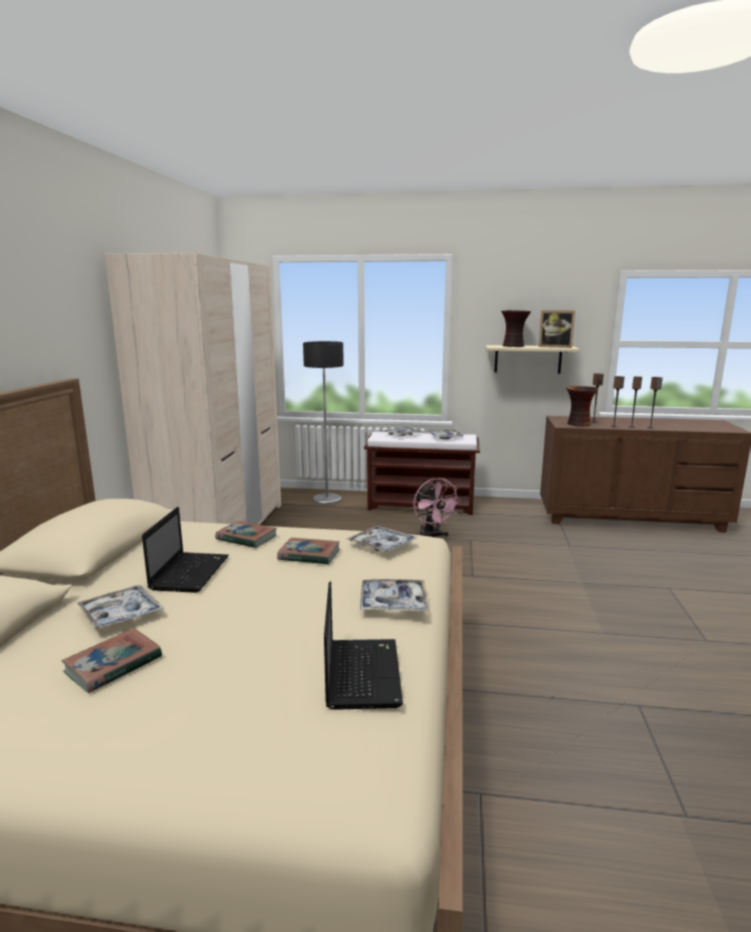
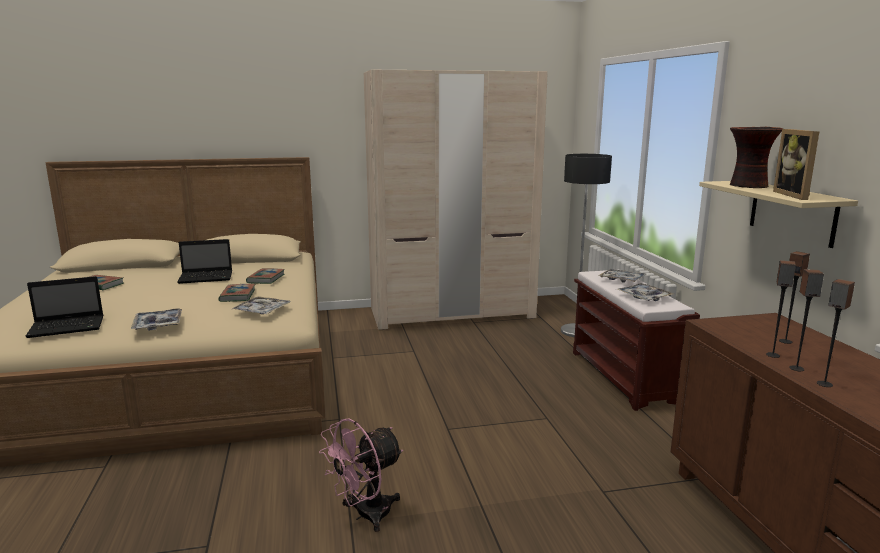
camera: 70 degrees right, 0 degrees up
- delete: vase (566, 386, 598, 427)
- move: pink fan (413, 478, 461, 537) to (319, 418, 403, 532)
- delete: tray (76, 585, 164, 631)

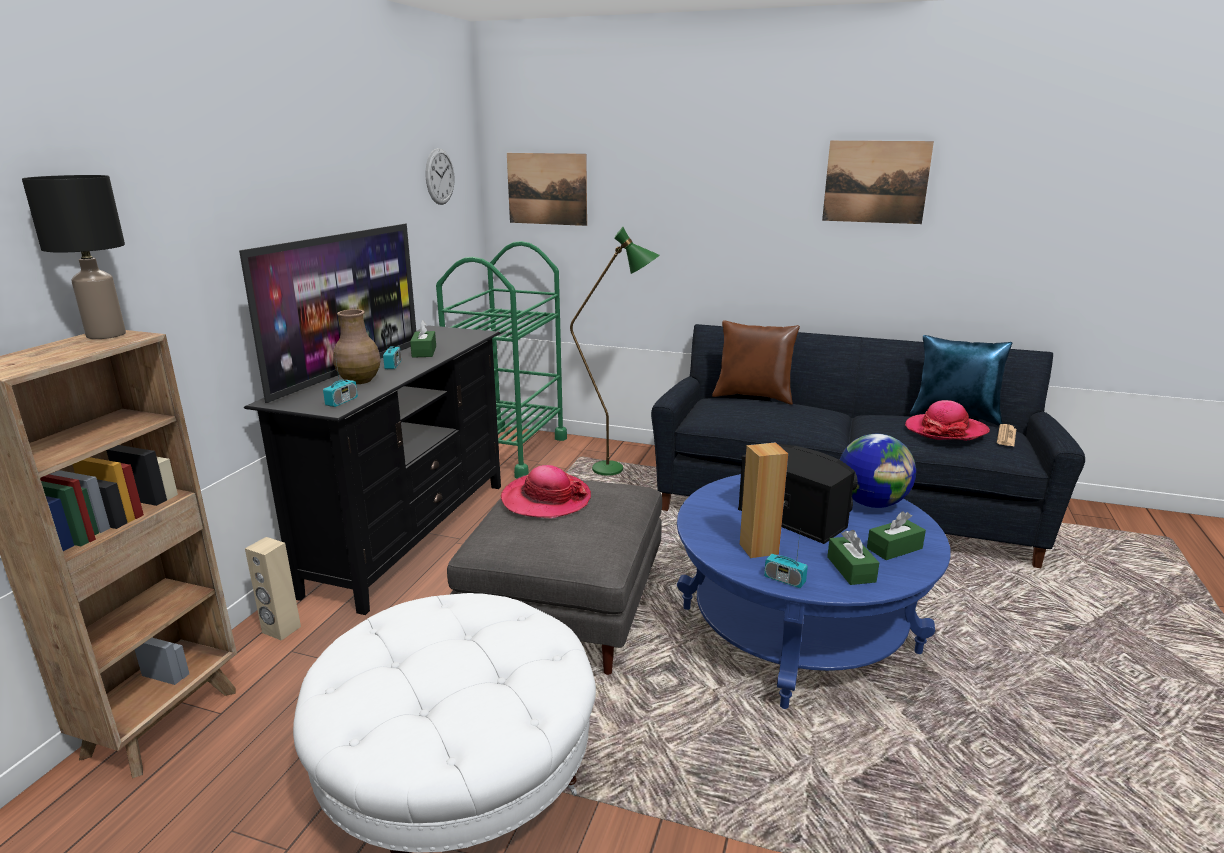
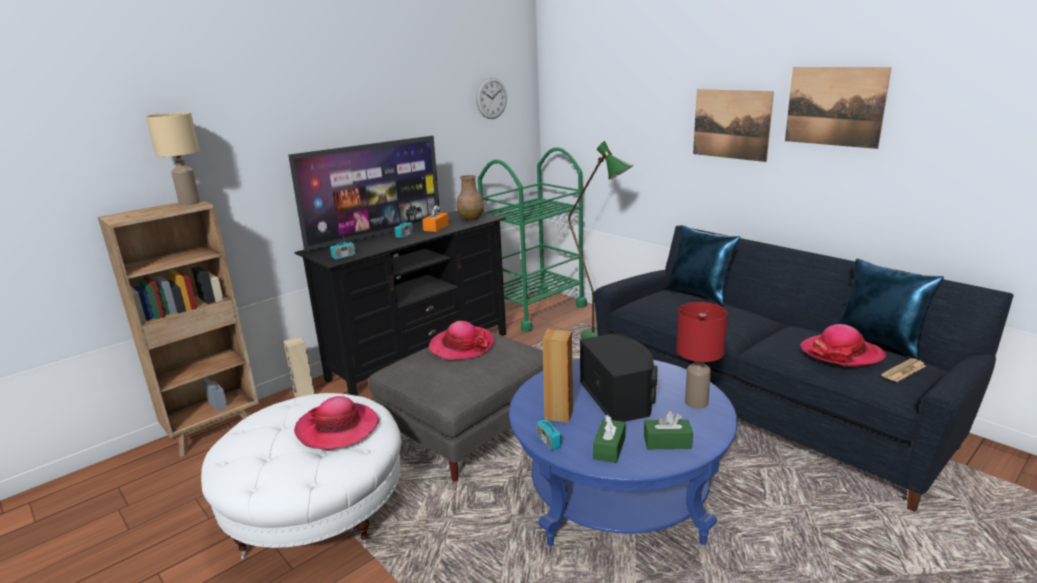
camera: 30 degrees right, 0 degrees up
- move: picture (507, 153, 587, 226) to (693, 89, 774, 162)
- recolor: black table lamp (22, 175, 126, 339) to beige table lamp (146, 112, 200, 205)
- move: brown vase (333, 309, 381, 384) to (457, 175, 484, 221)
- recolor: green tissue box (410, 320, 436, 358) to orange tissue box (422, 205, 449, 232)
- recolor: brown pillow (712, 320, 800, 405) to blue pillow (663, 225, 740, 306)
- replace: globe (840, 434, 916, 508) to red table lamp (676, 302, 728, 409)
- insert: hat (294, 396, 379, 450)

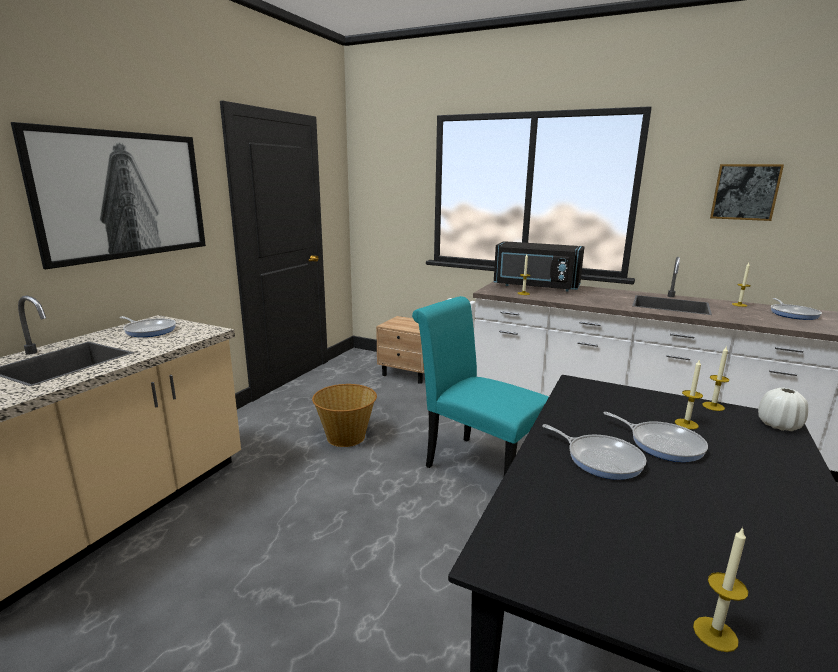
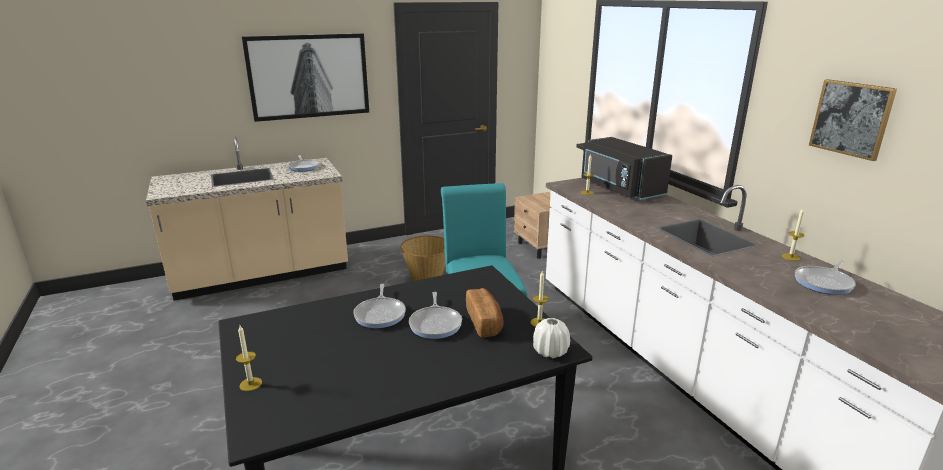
camera: 40 degrees right, 5 degrees up
- replace: candle (675, 359, 703, 429) to bread (466, 288, 504, 337)

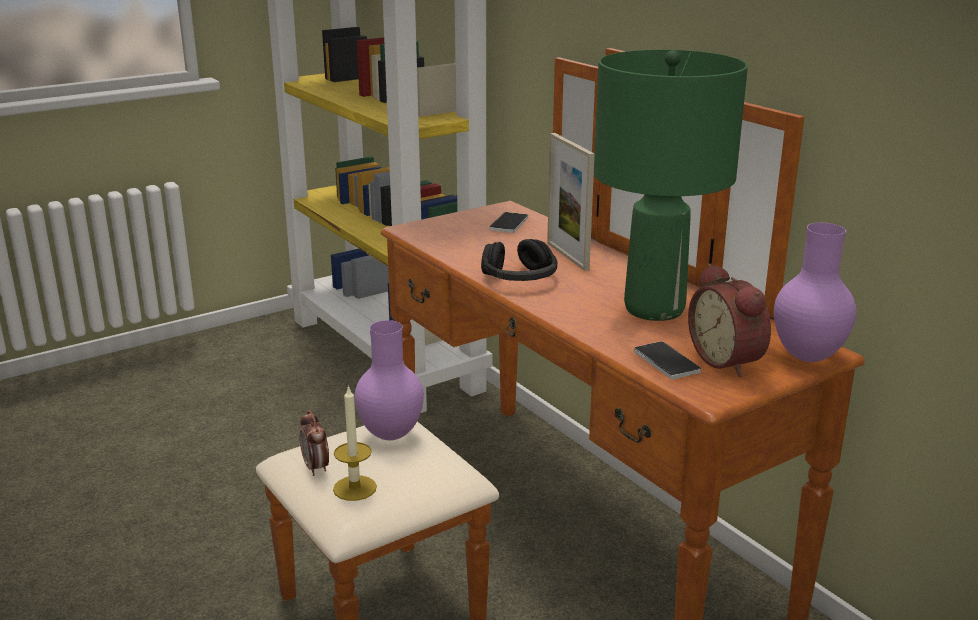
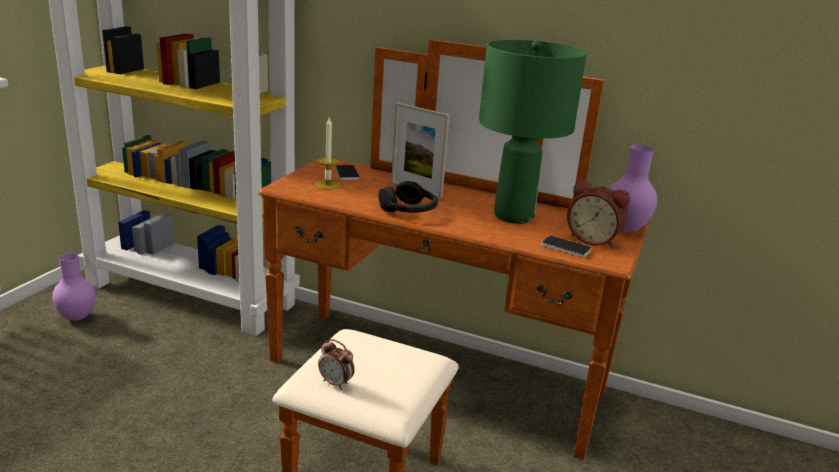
camera: 35 degrees left, 0 degrees up
- move: purple vase (355, 320, 424, 440) to (52, 253, 95, 321)
- move: candle (333, 385, 377, 501) to (315, 118, 341, 190)

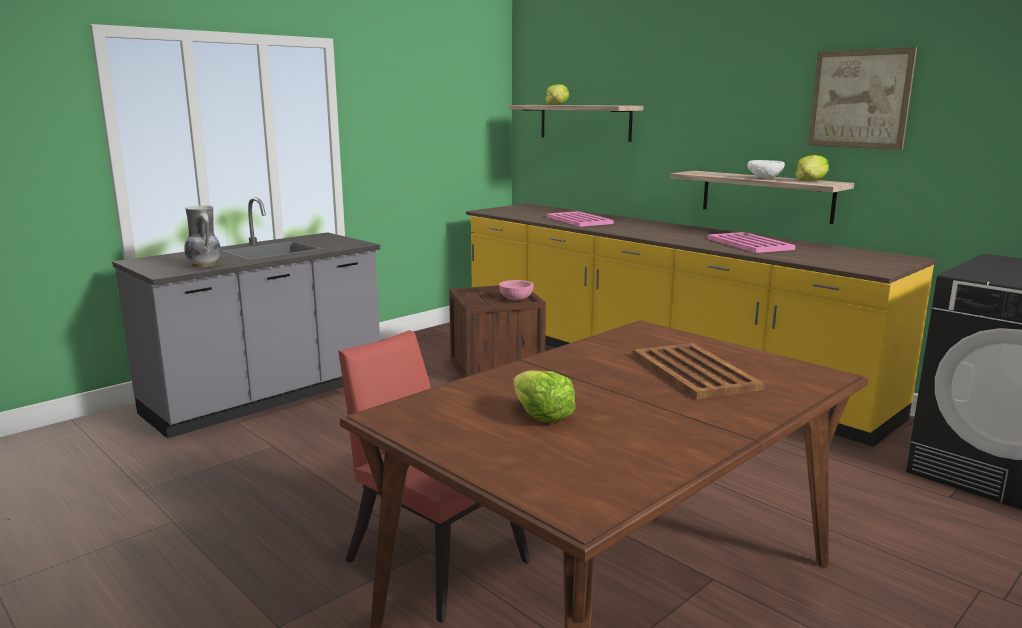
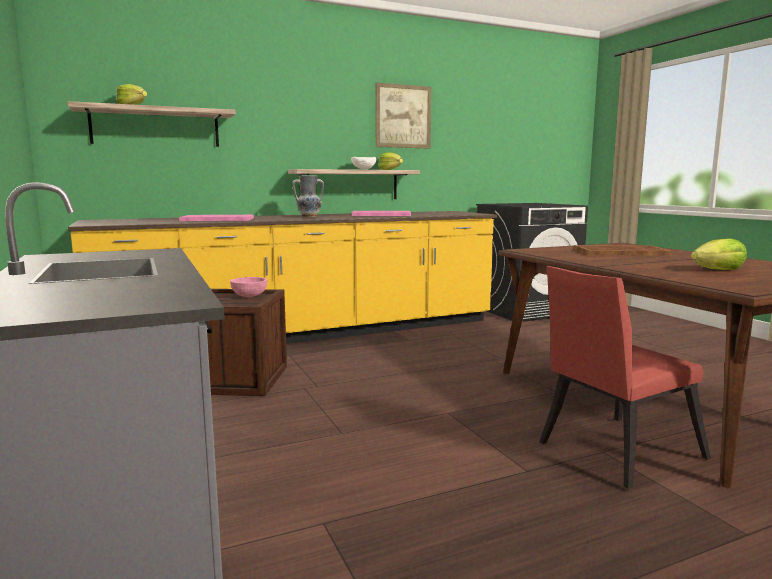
camera: 70 degrees left, 5 degrees down
- move: vase (184, 205, 221, 268) to (292, 175, 324, 217)

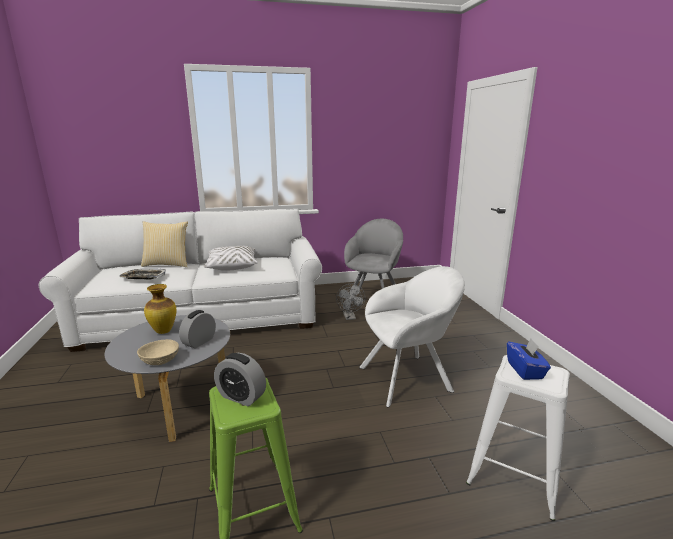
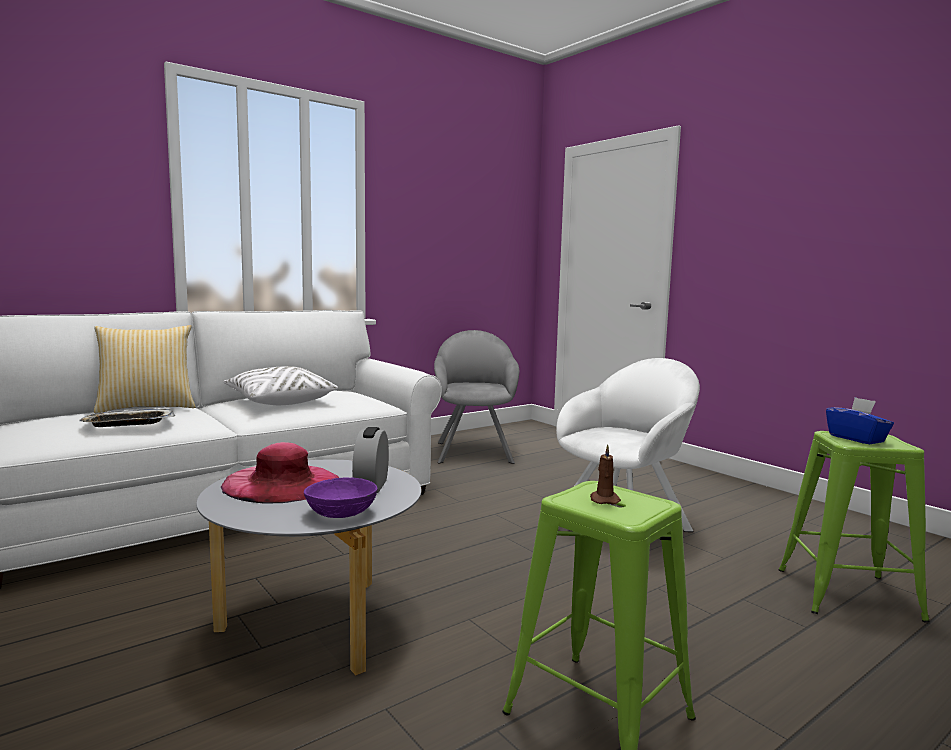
camera: 25 degrees left, 10 degrees down
- delete: grey fan (336, 283, 365, 320)
- replace: vase (144, 284, 177, 334) to pink hat (221, 442, 339, 504)
- recolor: beige bowl (137, 339, 179, 365) to purple bowl (304, 477, 378, 518)
- replace: alarm clock (214, 353, 266, 406) to brown candle (590, 445, 621, 505)
- recolor: white stool (466, 355, 570, 521) to green stool (778, 431, 930, 622)

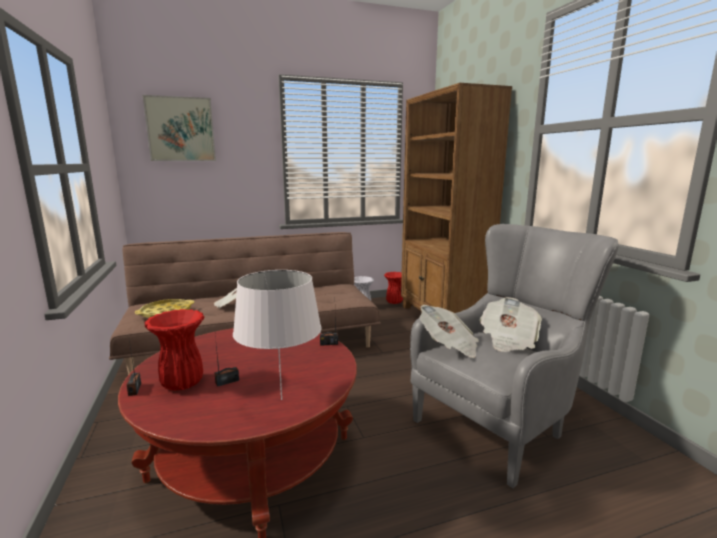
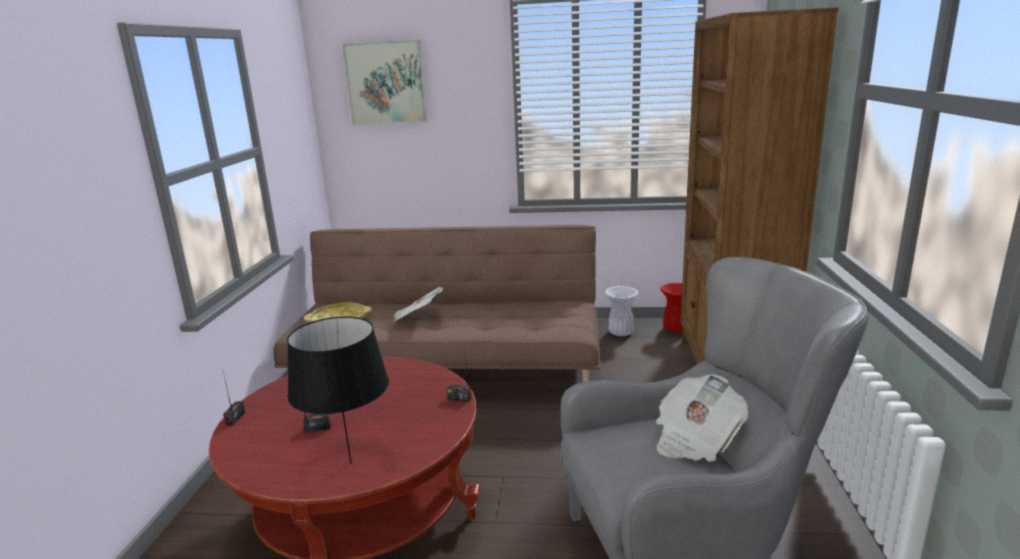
camera: 25 degrees right, 5 degrees up
- recolor: white table lamp (233, 270, 321, 400) to black table lamp (287, 316, 389, 463)
- delete: newspaper (419, 305, 479, 358)
- delete: red vase (145, 309, 204, 391)

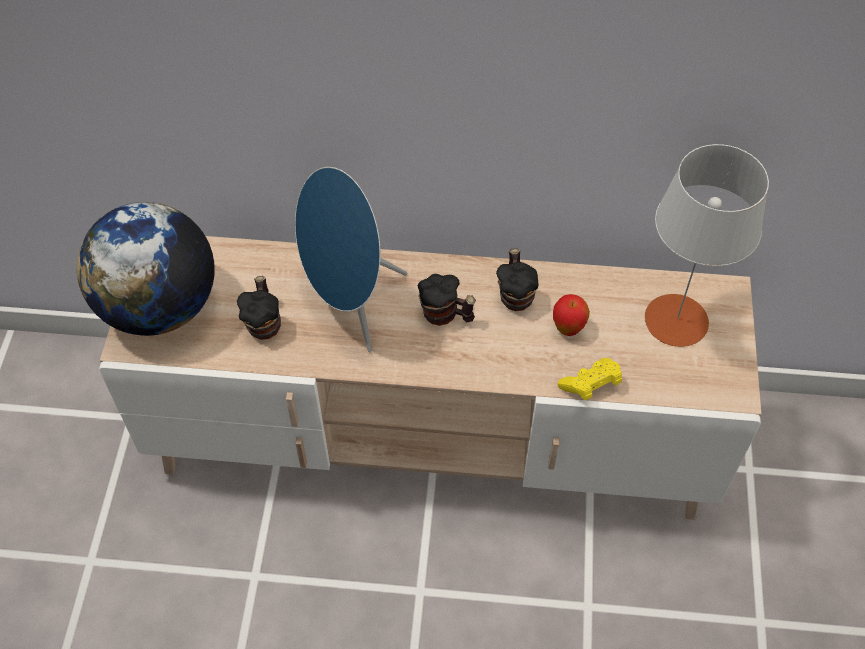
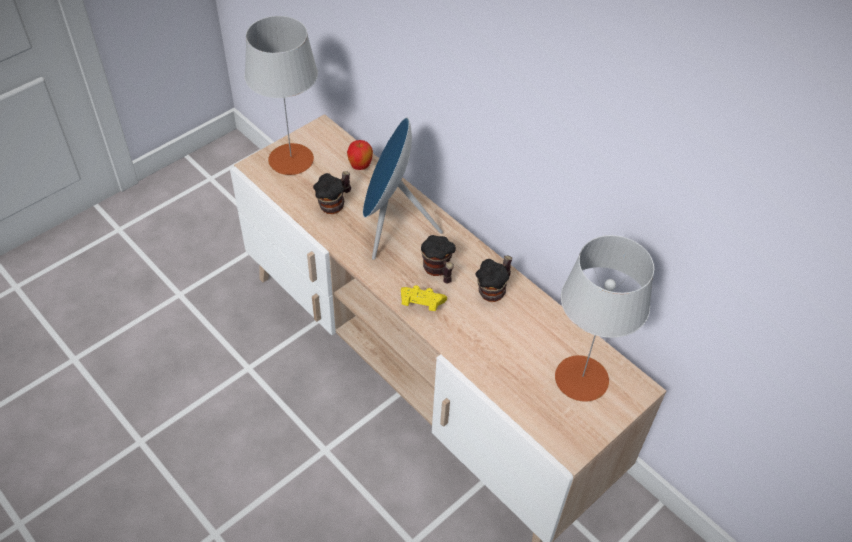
camera: 40 degrees right, 5 degrees down
- replace: globe (77, 202, 215, 336) to grey table lamp (245, 16, 318, 175)
- move: apple (553, 294, 590, 336) to (347, 140, 373, 170)
- move: yellow game controller (557, 358, 622, 400) to (401, 285, 447, 311)

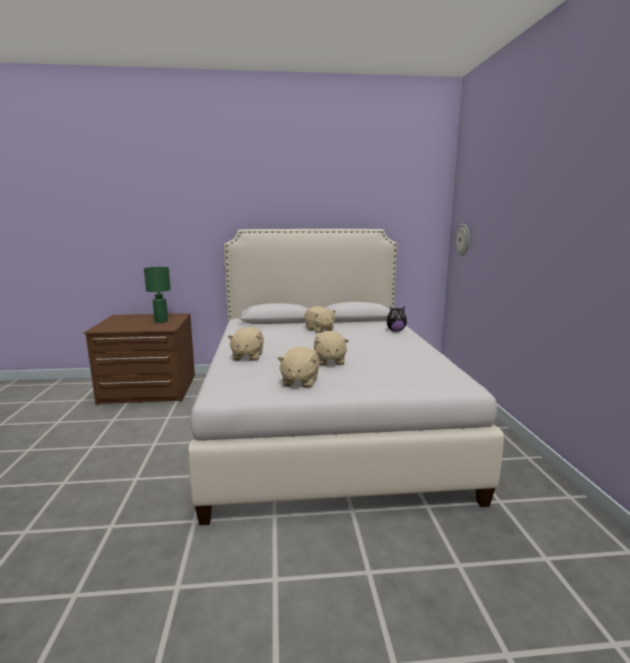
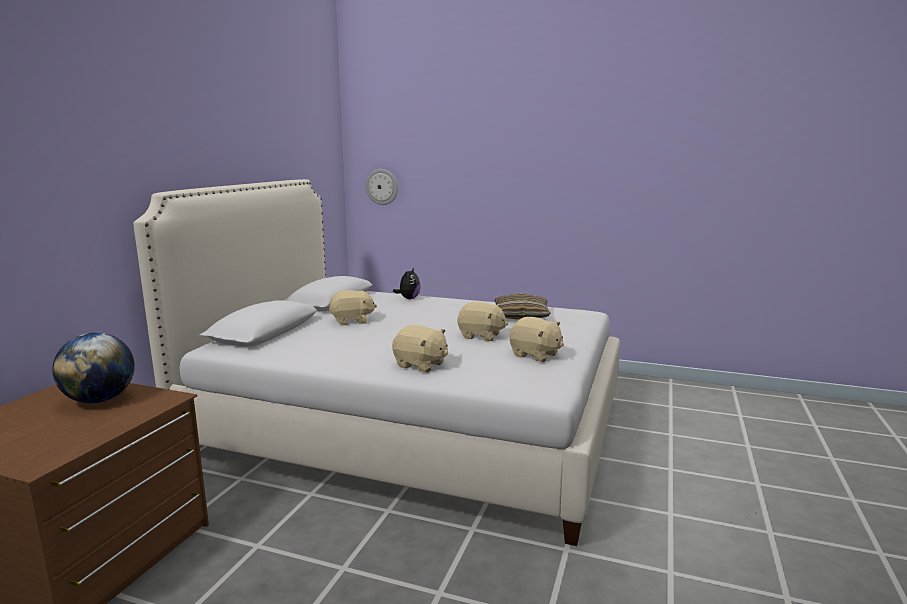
camera: 65 degrees left, 0 degrees up
- replace: green table lamp (144, 267, 171, 323) to globe (52, 332, 135, 403)
- insert: pillow (494, 293, 551, 320)

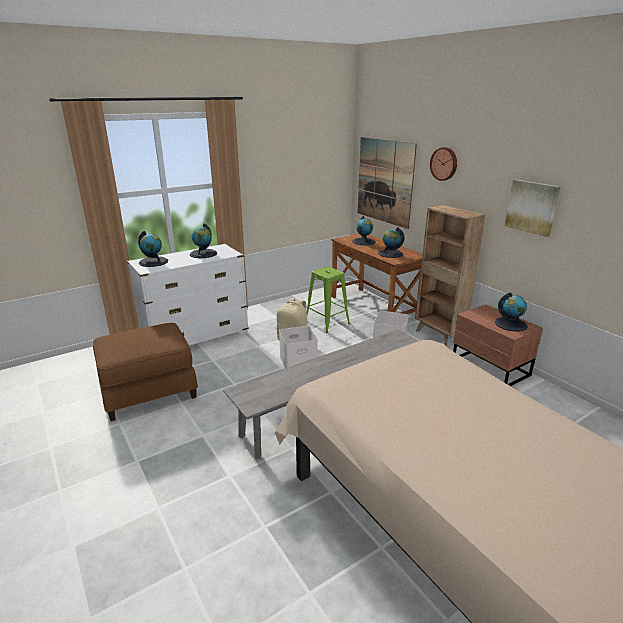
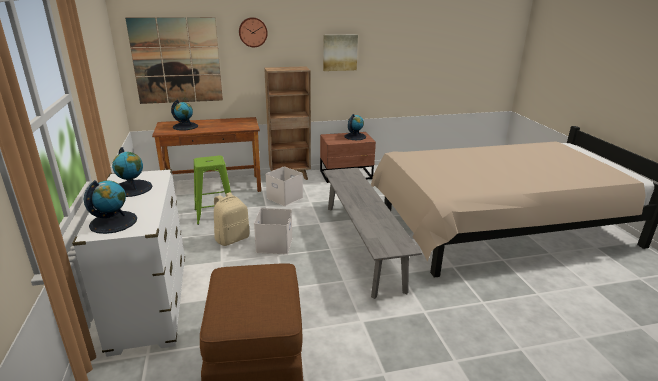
camera: 70 degrees left, 0 degrees up
- delete: globe (378, 227, 405, 258)

